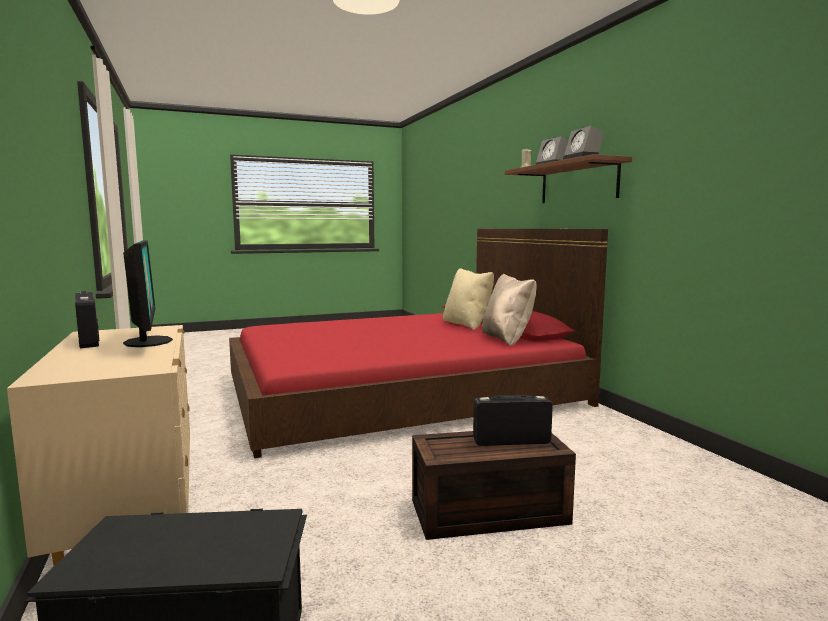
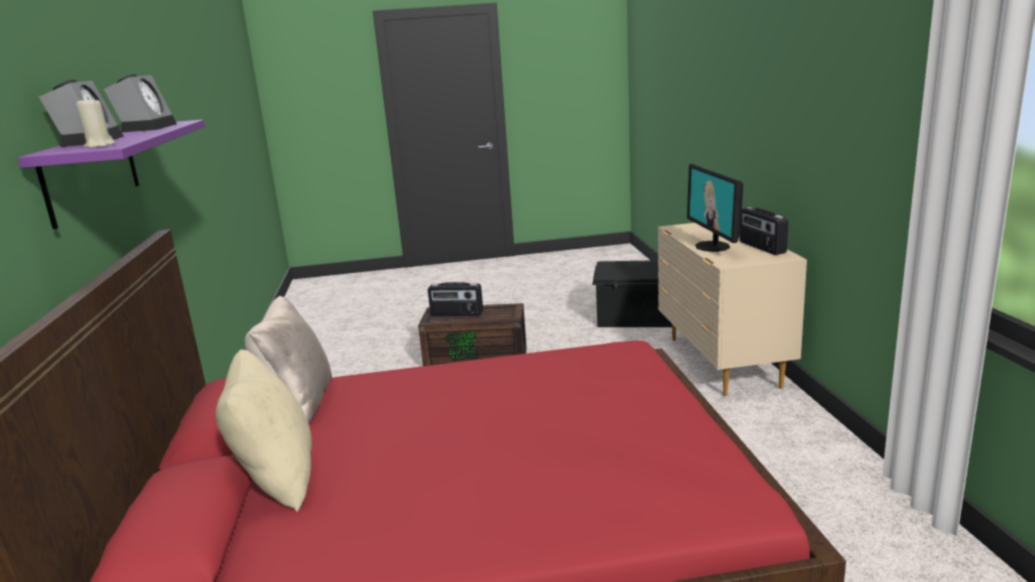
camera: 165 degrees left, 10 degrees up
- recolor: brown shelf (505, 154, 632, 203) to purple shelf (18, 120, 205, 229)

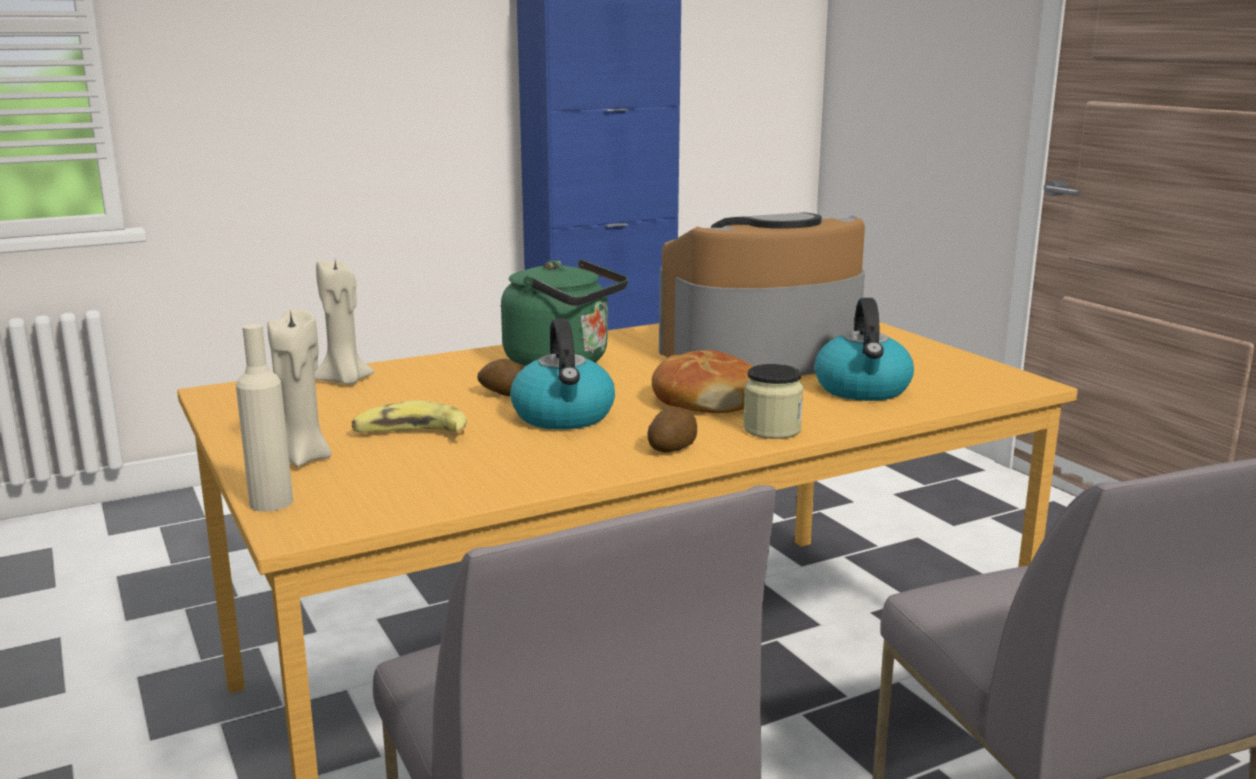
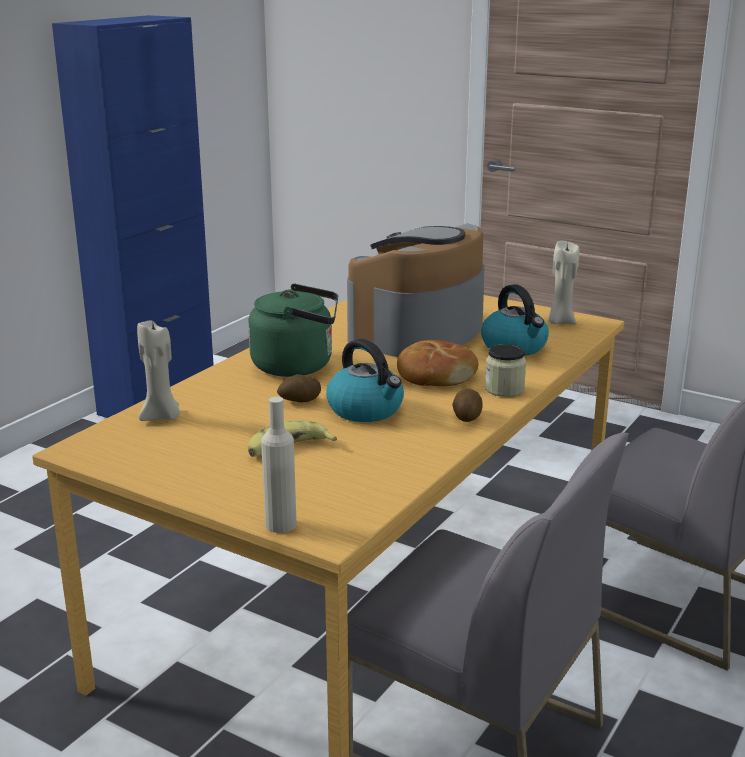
camera: 30 degrees left, 5 degrees up
- move: beige candle (267, 309, 332, 467) to (549, 241, 579, 325)

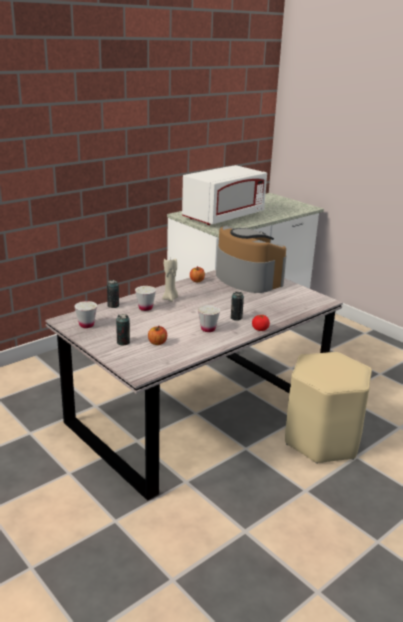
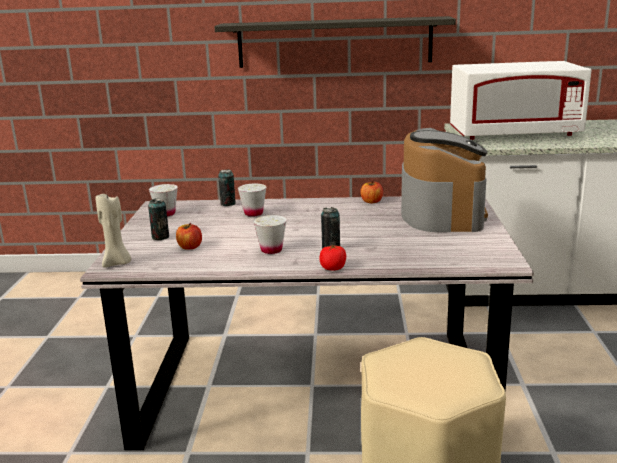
camera: 45 degrees right, 5 degrees down
- move: beige candle (162, 257, 178, 302) to (96, 194, 131, 267)
- insert: shelf (214, 16, 456, 68)

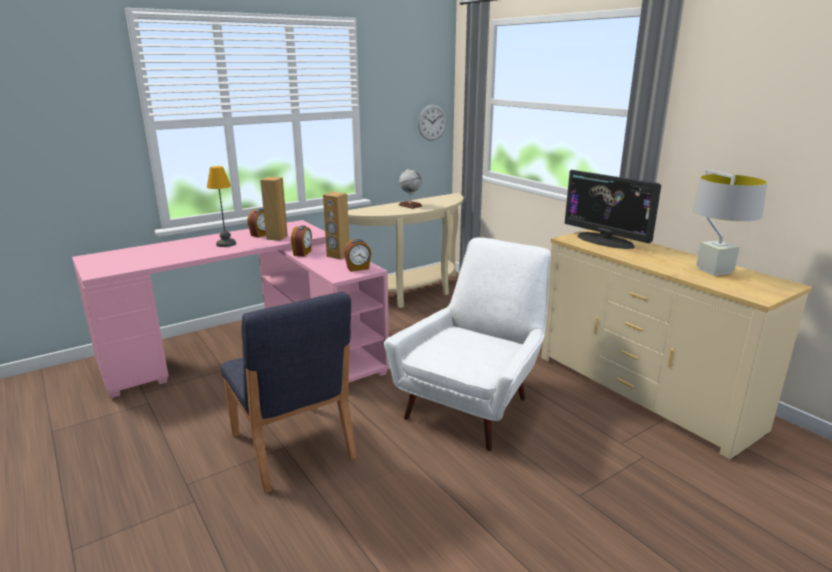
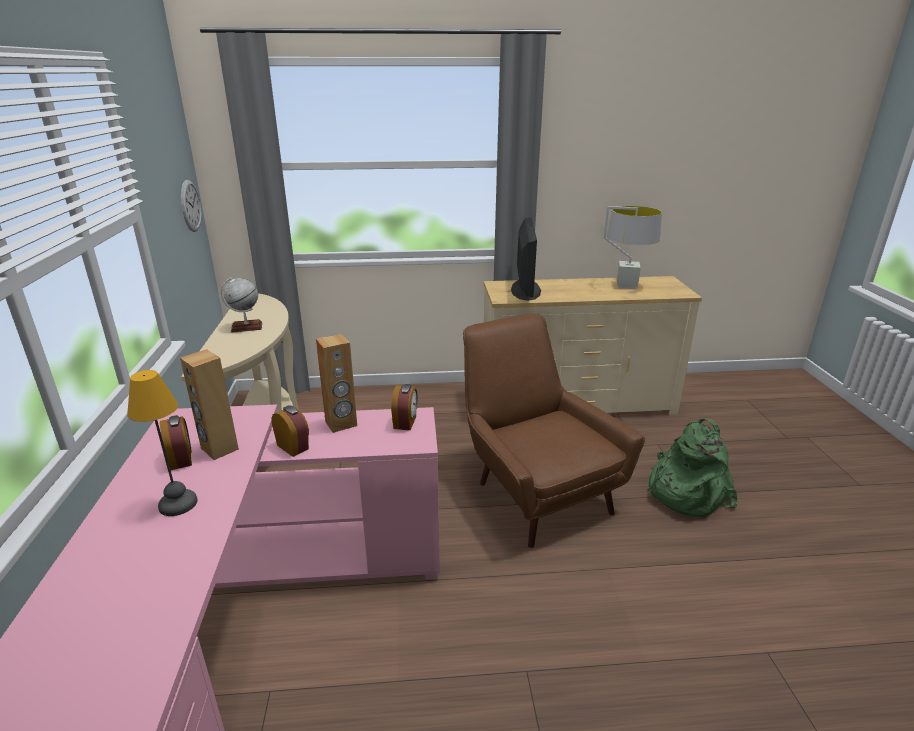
camera: 60 degrees left, 5 degrees up
- rotate: monitor (565, 170, 661, 249) = (511, 217, 541, 301) 75 degrees counterclockwise
- recolor: white armchair (384, 237, 551, 451) to brown armchair (463, 314, 645, 548)
- delete: blue chair (221, 291, 357, 493)
- insert: green backpack (647, 419, 737, 517)

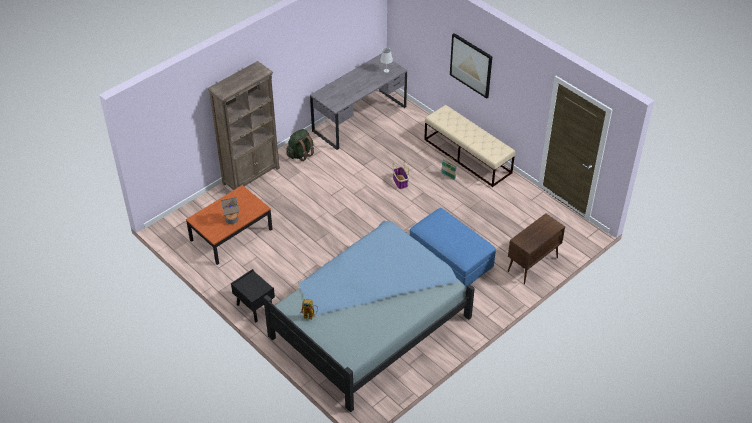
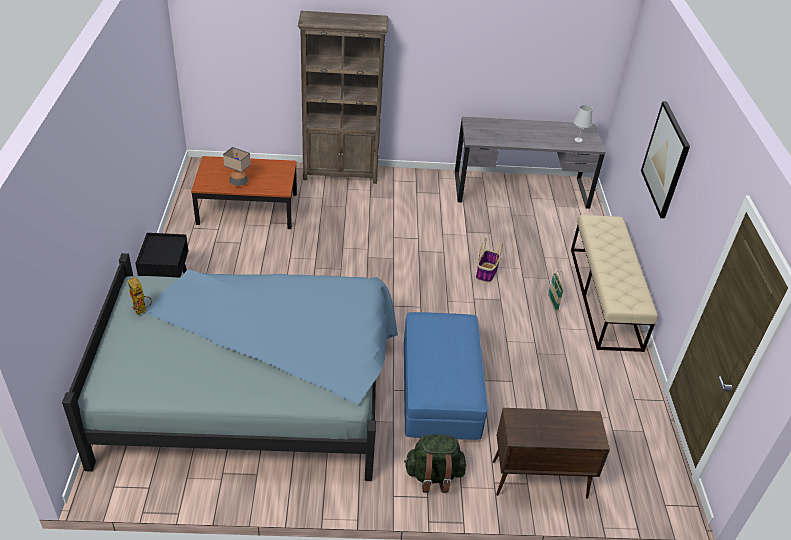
camera: 40 degrees right, 5 degrees down
- move: green backpack (286, 129, 314, 161) to (404, 434, 466, 493)

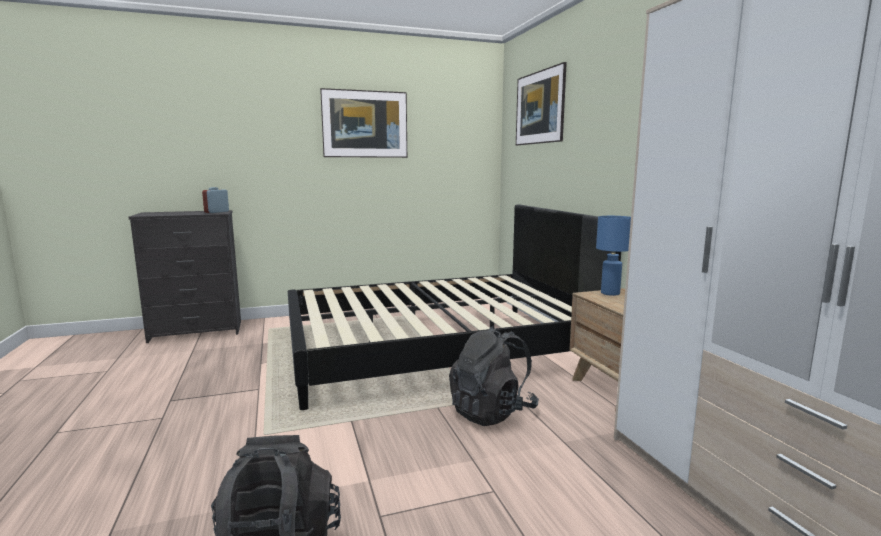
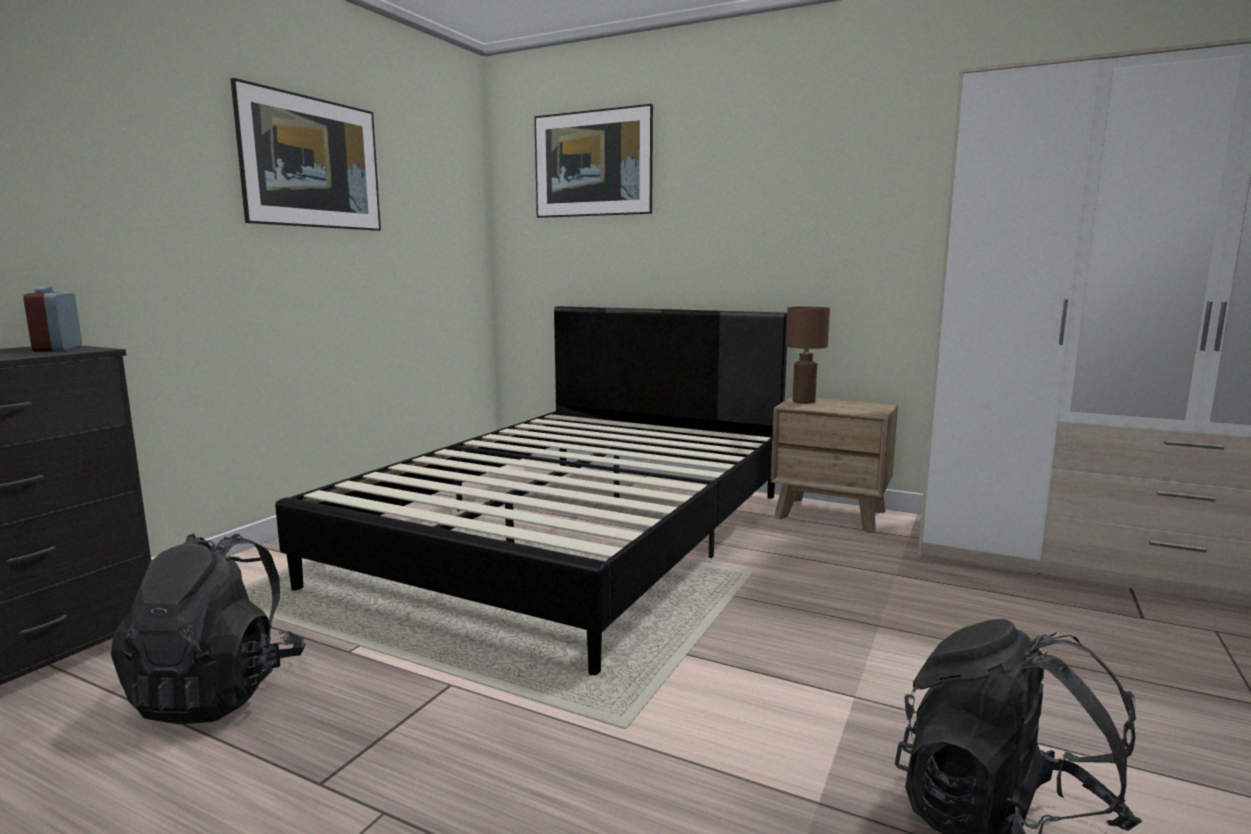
camera: 45 degrees left, 0 degrees up
- recolor: blue table lamp (596, 216, 631, 296) to brown table lamp (786, 307, 830, 404)
- move: black backpack (449, 326, 539, 426) to (111, 533, 306, 724)

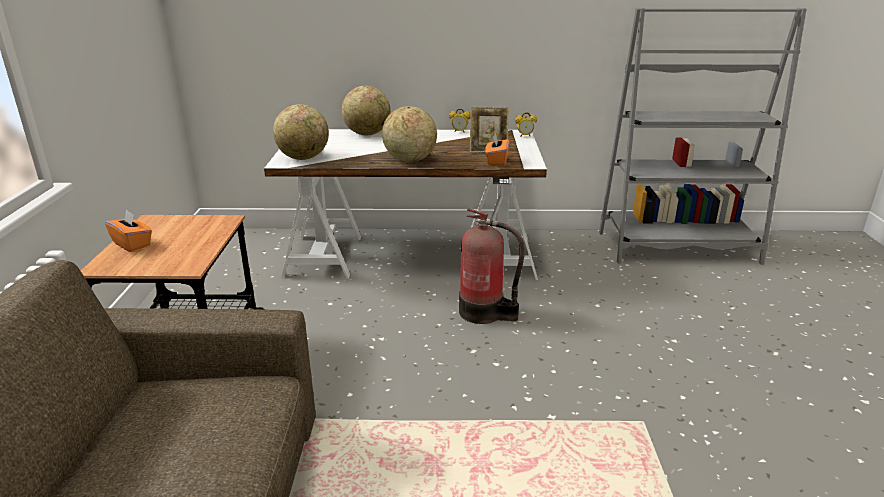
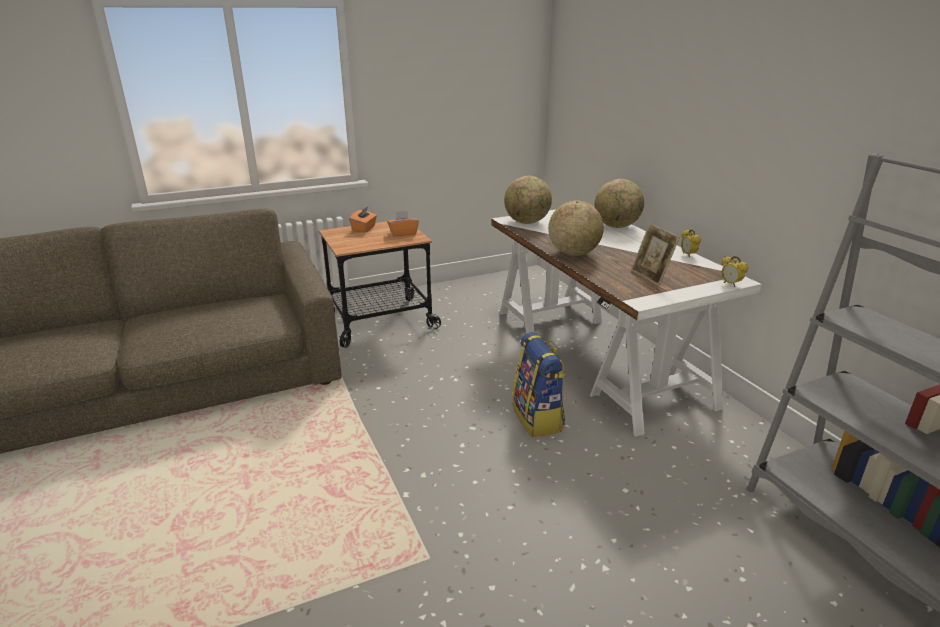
camera: 65 degrees right, 0 degrees up
- move: orange tissue box (485, 133, 510, 166) to (387, 211, 419, 237)
- replace: fire extinguisher (459, 208, 525, 324) to backpack (513, 332, 566, 437)

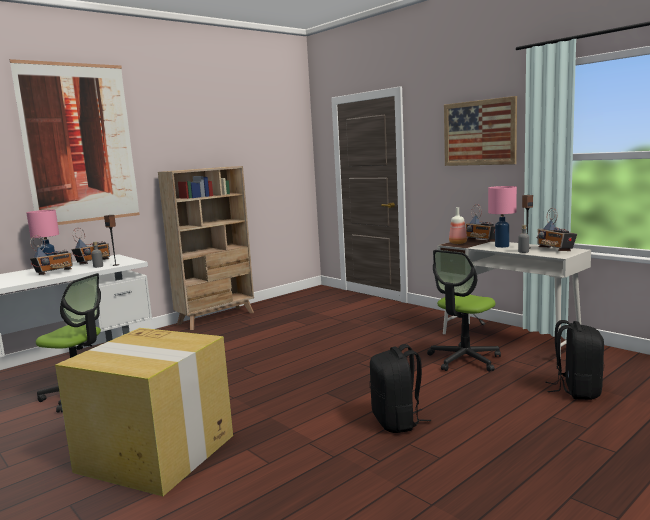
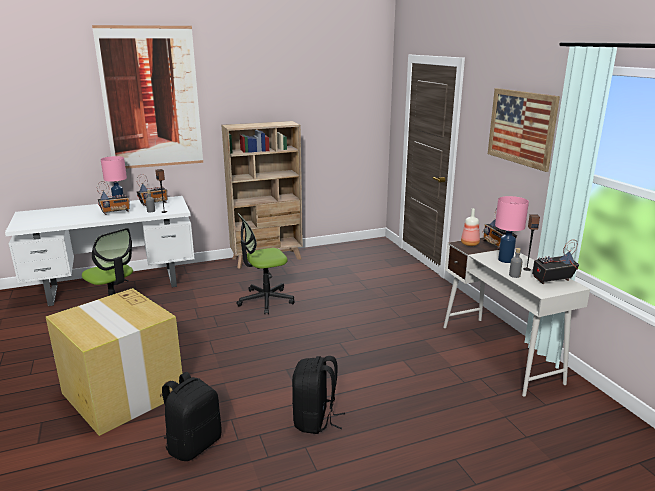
camera: 20 degrees right, 10 degrees up
- rotate: radio (537, 208, 577, 251) = (532, 239, 579, 284) 75 degrees clockwise
- move: office chair (427, 250, 501, 372) to (236, 213, 294, 314)
- move: black backpack (545, 320, 604, 400) to (162, 372, 222, 461)

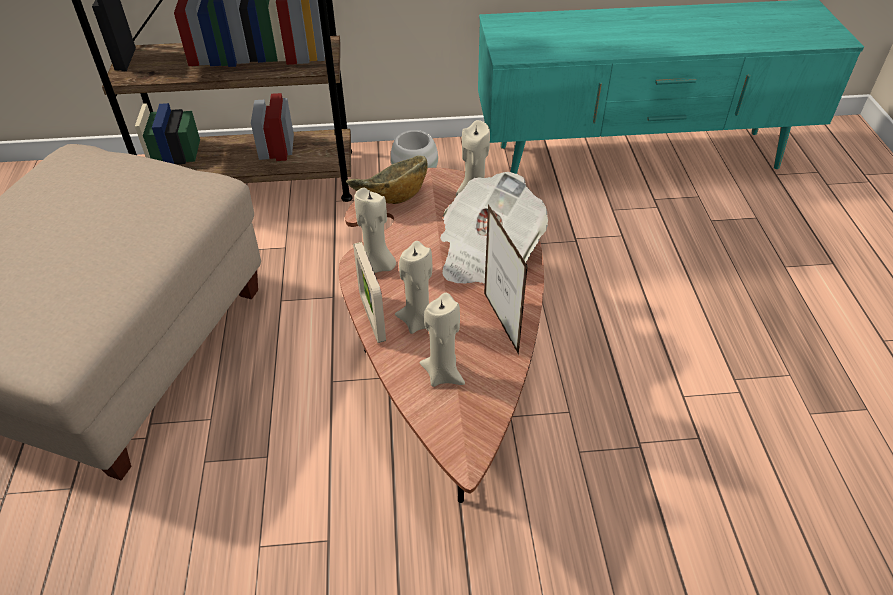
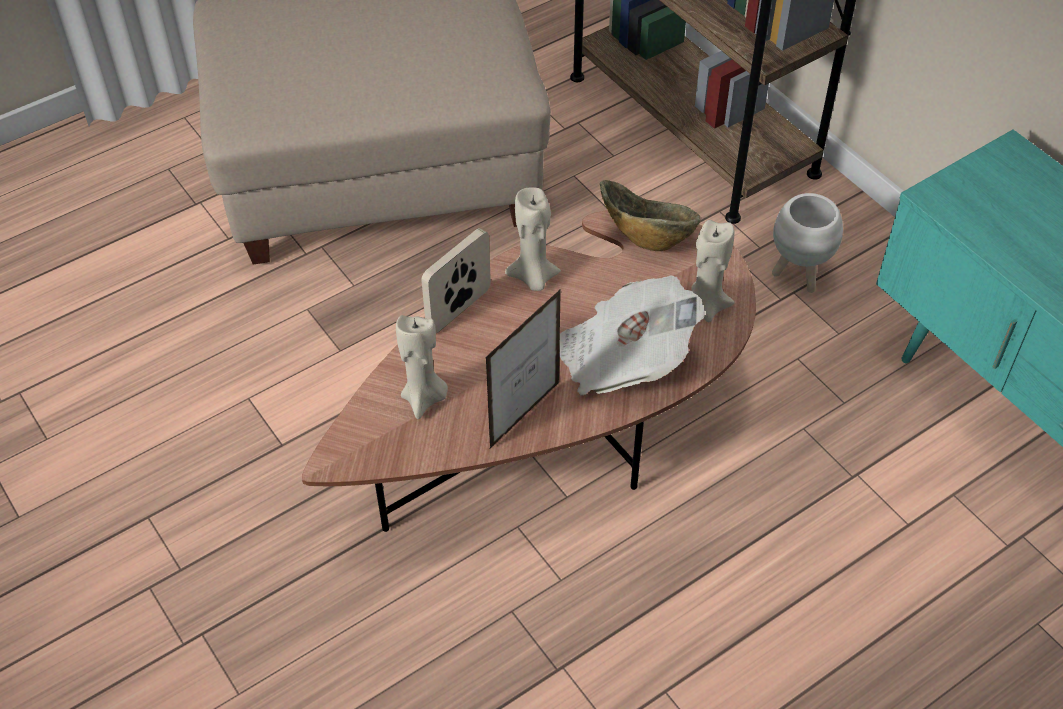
camera: 60 degrees right, 5 degrees up
- delete: beige candle (395, 241, 432, 334)

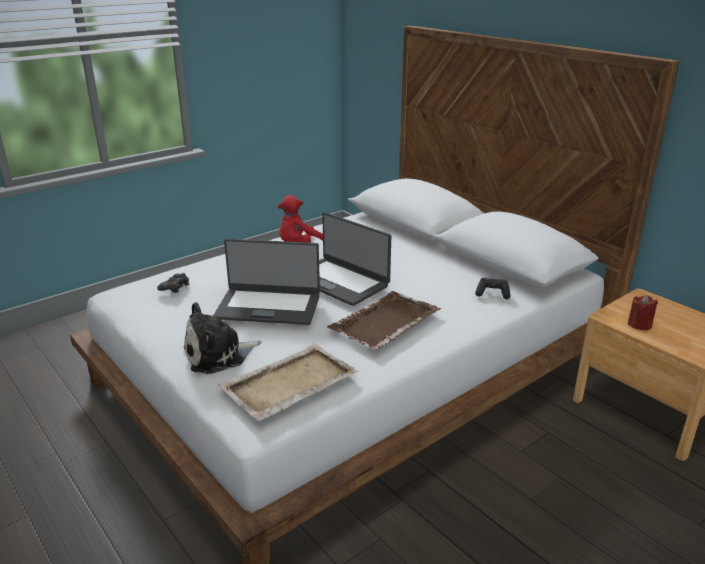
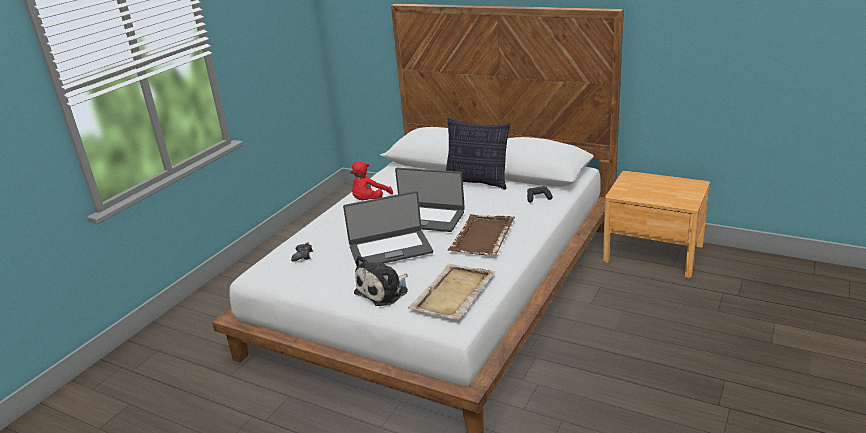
camera: 20 degrees left, 0 degrees up
- delete: red candle (628, 295, 658, 331)
- insert: pillow (446, 118, 510, 190)

